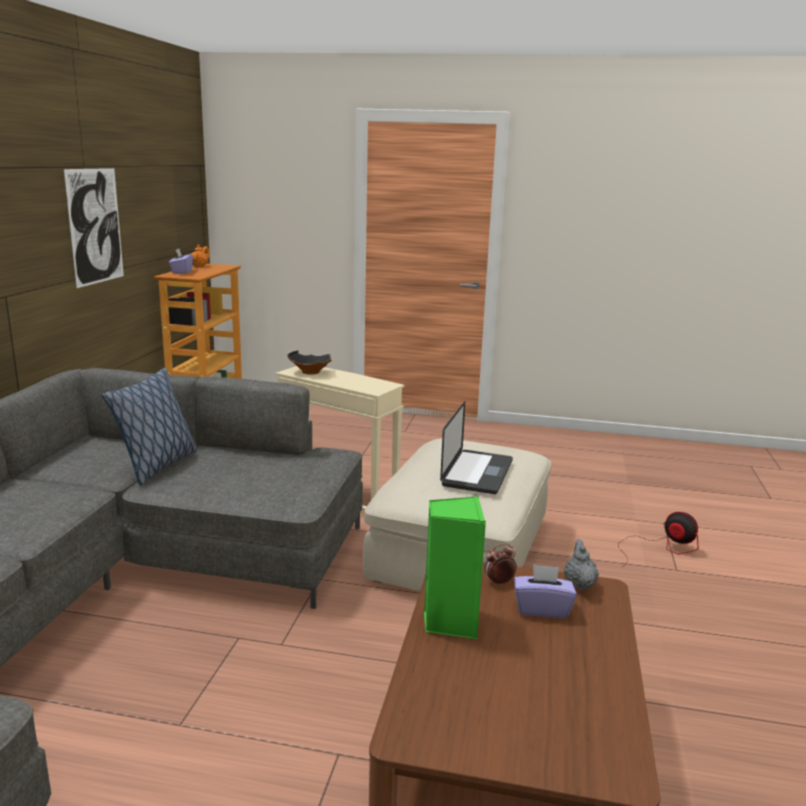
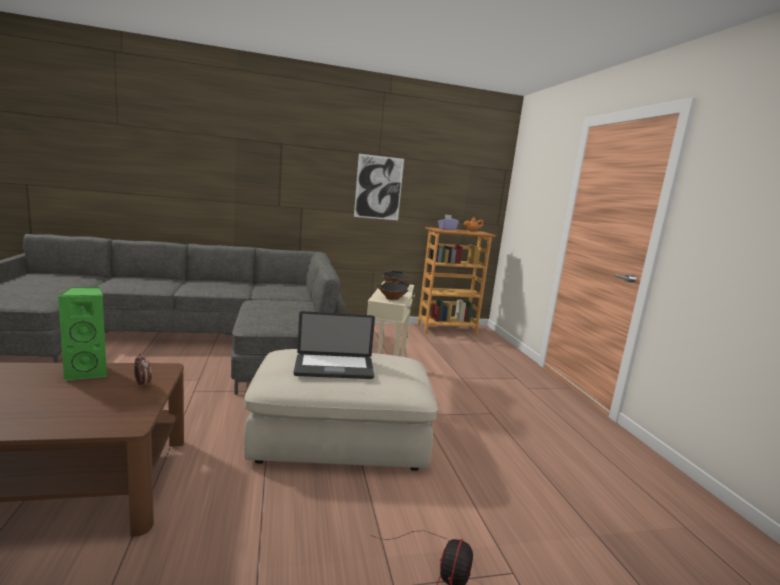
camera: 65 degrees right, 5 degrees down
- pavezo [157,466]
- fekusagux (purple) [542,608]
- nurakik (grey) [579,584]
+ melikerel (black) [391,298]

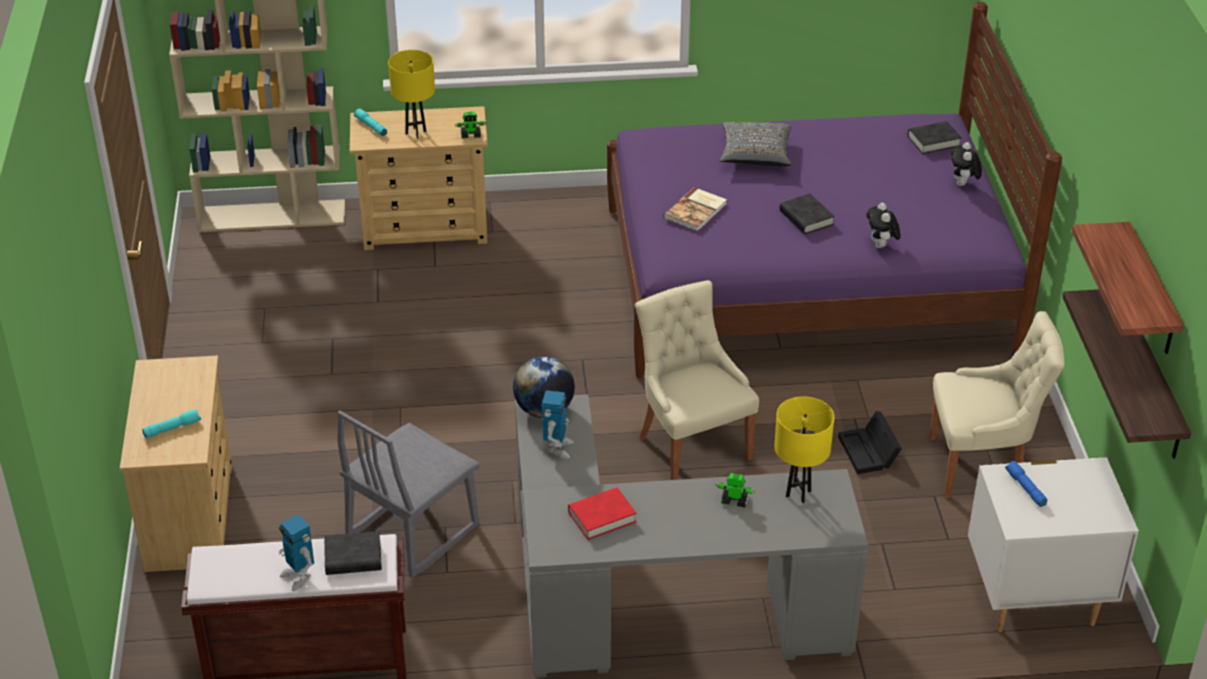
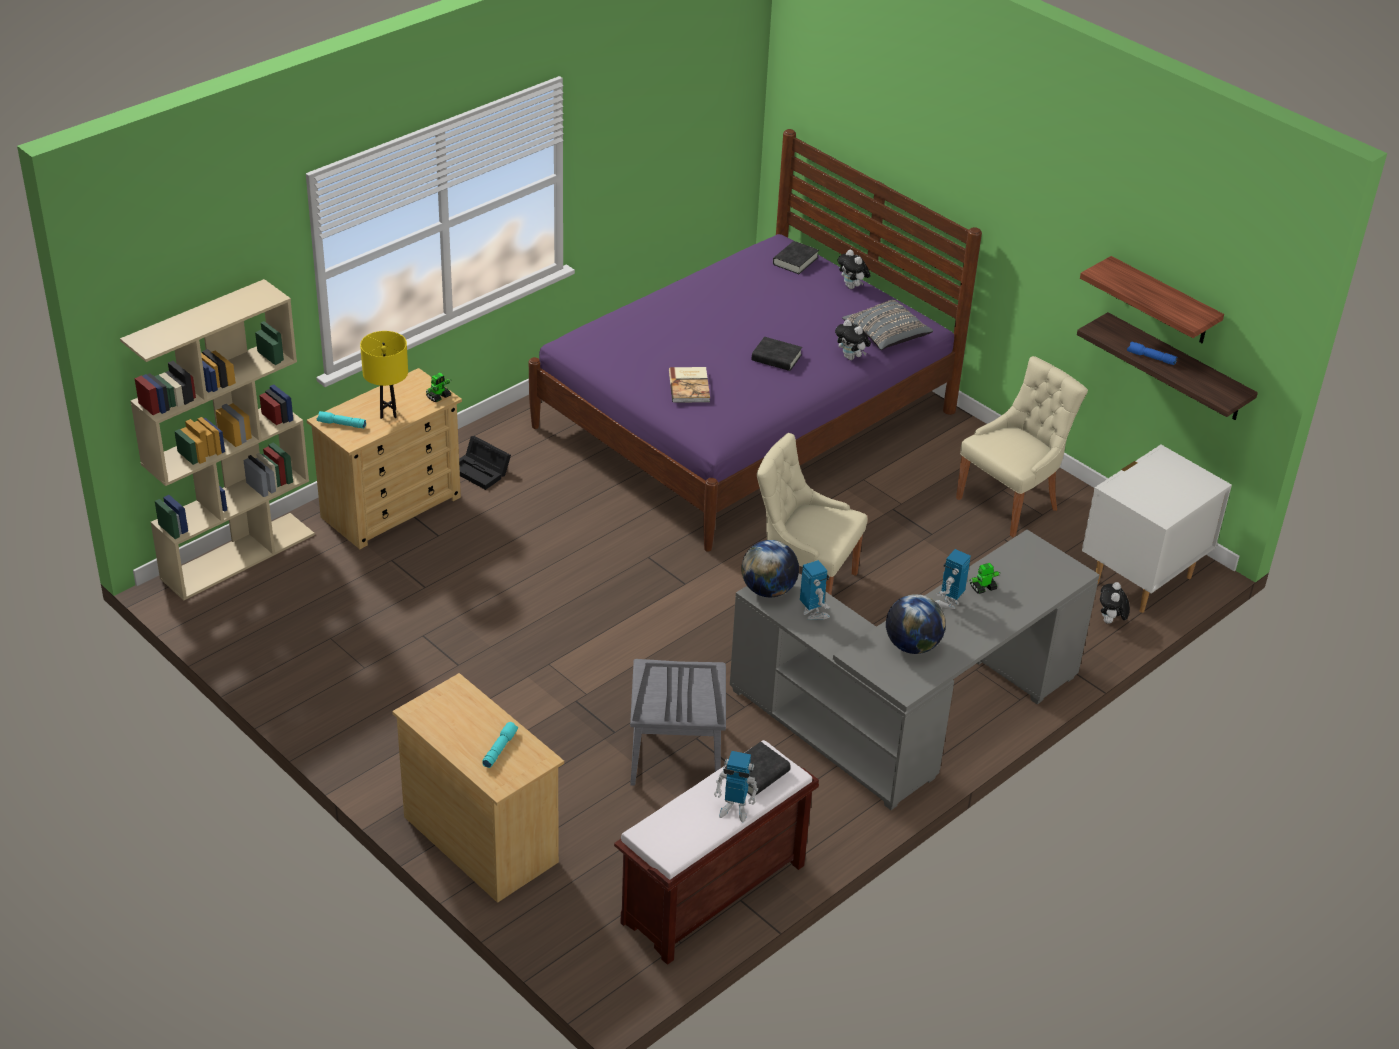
camera: 40 degrees left, 0 degrees up
~ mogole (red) [602,517] to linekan [912,645]
~ pavezo (grey) [755,155] to [886,336]
- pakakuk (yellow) [798,494]
~ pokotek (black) [869,453] to [481,471]
~ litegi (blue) [1025,488] to [1150,358]
+ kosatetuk [948,602]
+ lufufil [1110,622]

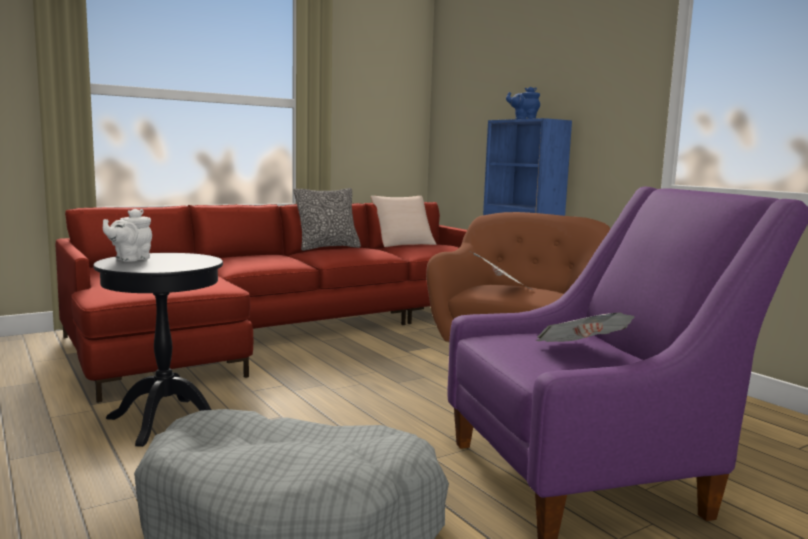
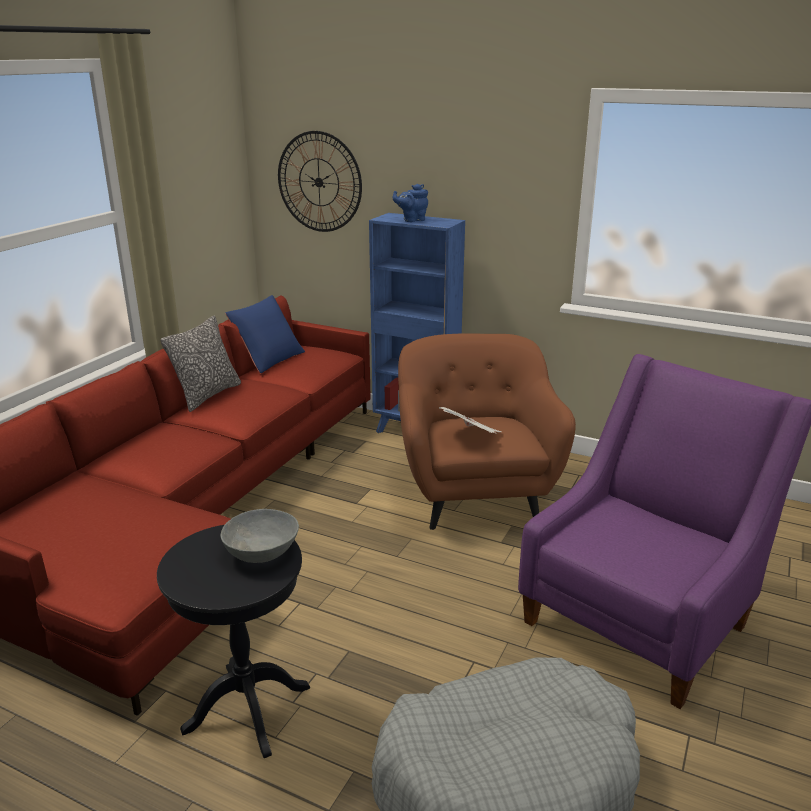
camera: 30 degrees left, 15 degrees up
- nurakik (white) [130,259]
~ pavezo (beige) [403,244] to pavezo (blue) [268,359]
- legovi [581,354]
+ melikerel (grey) [262,552]
+ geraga [319,182]

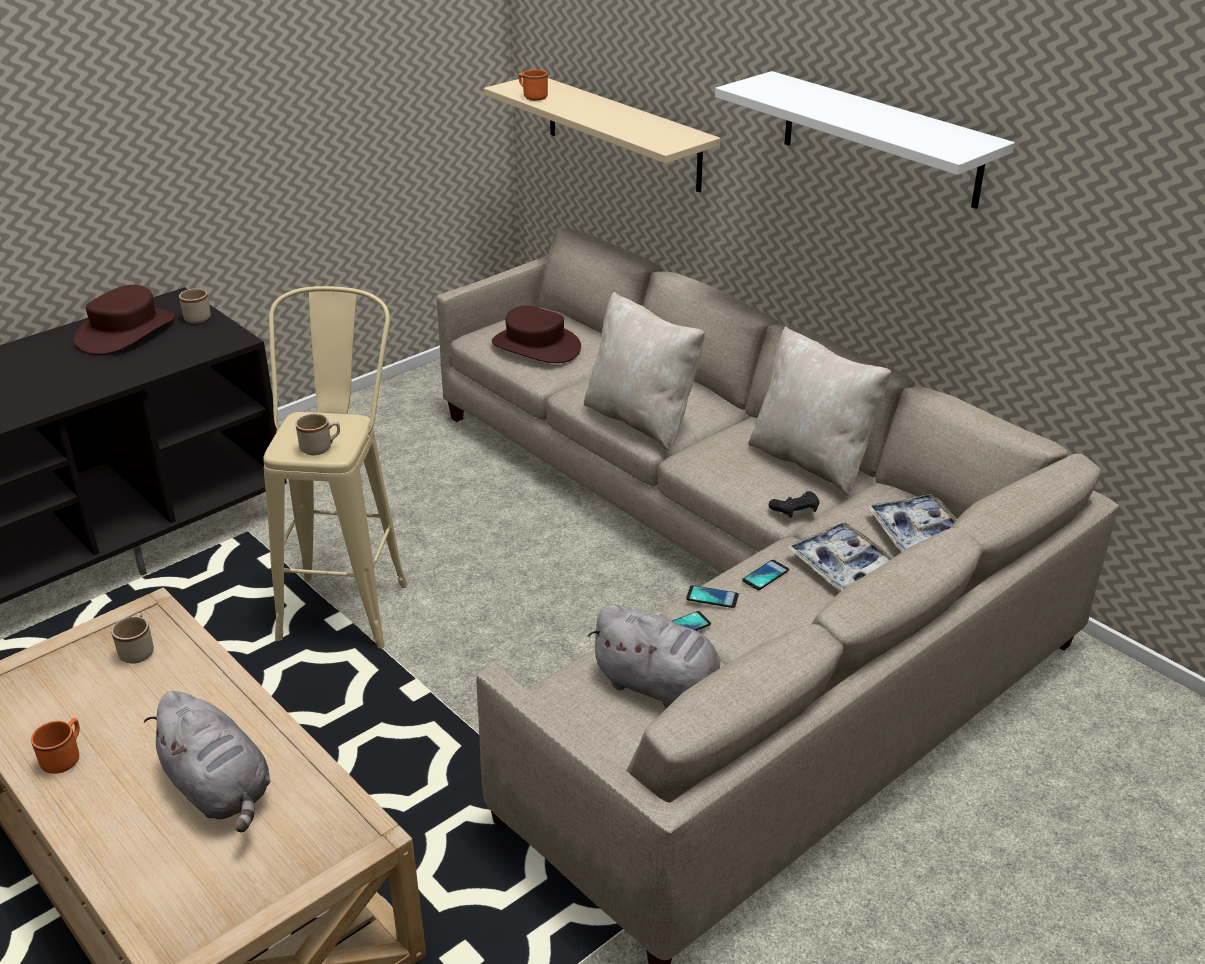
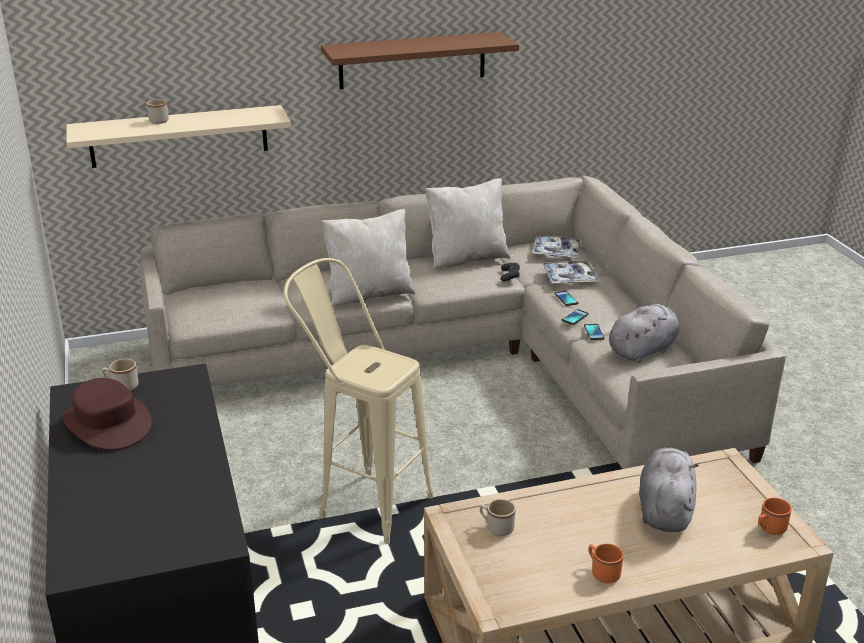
camera: 65 degrees left, 5 degrees down
~ lufufil (grey) [220,790] = [665,509] 60 degrees counterclockwise
~ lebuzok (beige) [320,448] to [160,120]
- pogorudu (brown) [535,346]
~ lebuzok (orange) [532,97] to [769,529]
~ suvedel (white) [880,139] to suvedel (brown) [412,60]

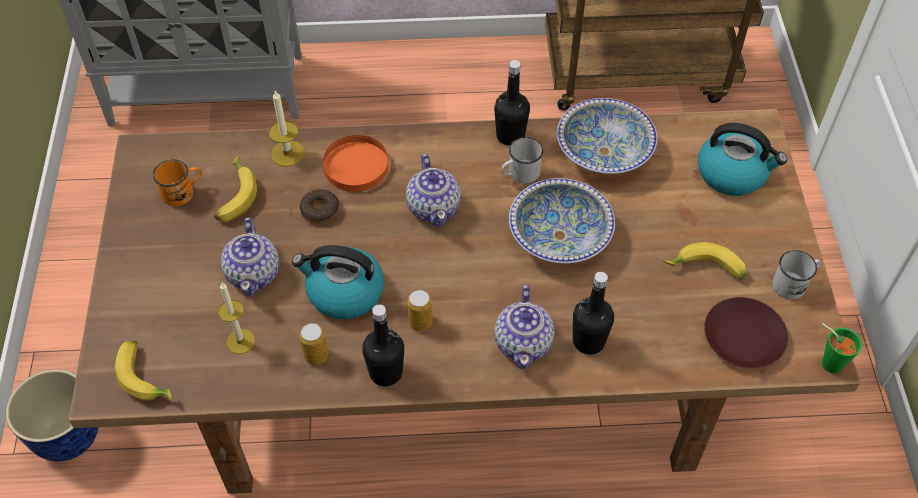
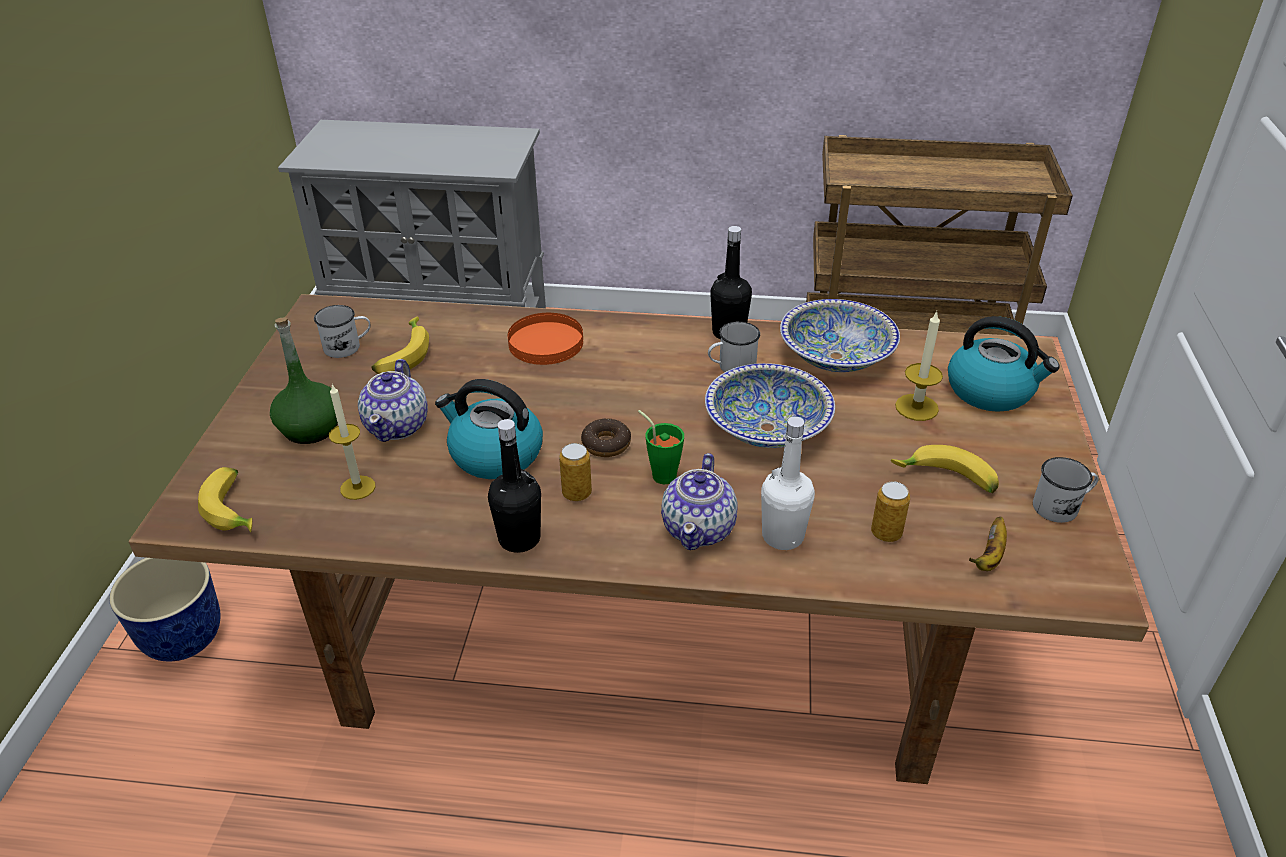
camera: 10 degrees right, 15 degrees down
~ lebuzok (orange) [183,192] to lebuzok (white) [348,347]
~ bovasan [287,153] to [916,407]
~ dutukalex [316,355] to [886,533]
~ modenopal [320,210] to [606,444]
- nurakik [434,207]
~ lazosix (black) [588,341] to lazosix (white) [782,536]
~ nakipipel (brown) [744,338] to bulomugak [989,556]
~ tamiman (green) [827,361] to [660,473]
+ lazosix (green) [310,428]

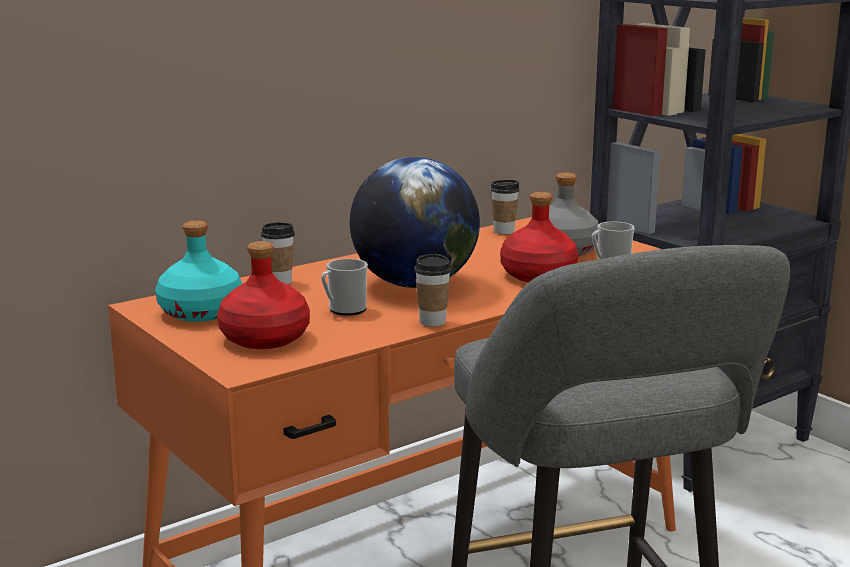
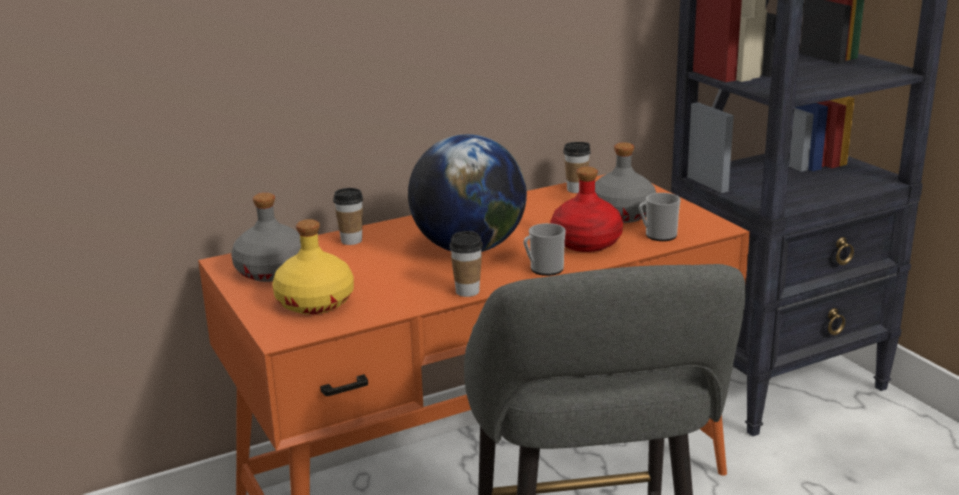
camera: 10 degrees right, 5 degrees up
~ lazosix (turquoise) [200,312] to lazosix (grey) [271,271]
~ lazosix (red) [265,338] to lazosix (yellow) [315,302]
~ lebuzok [344,310] to [543,269]

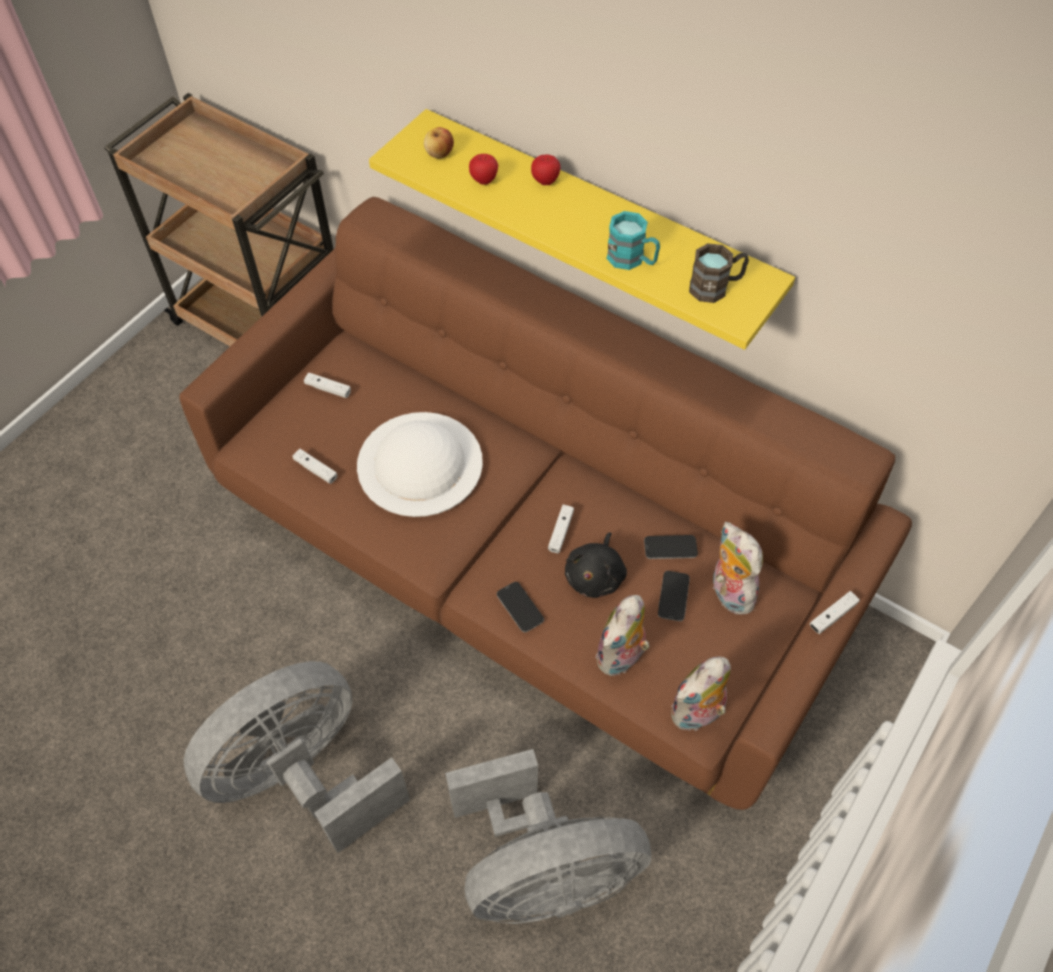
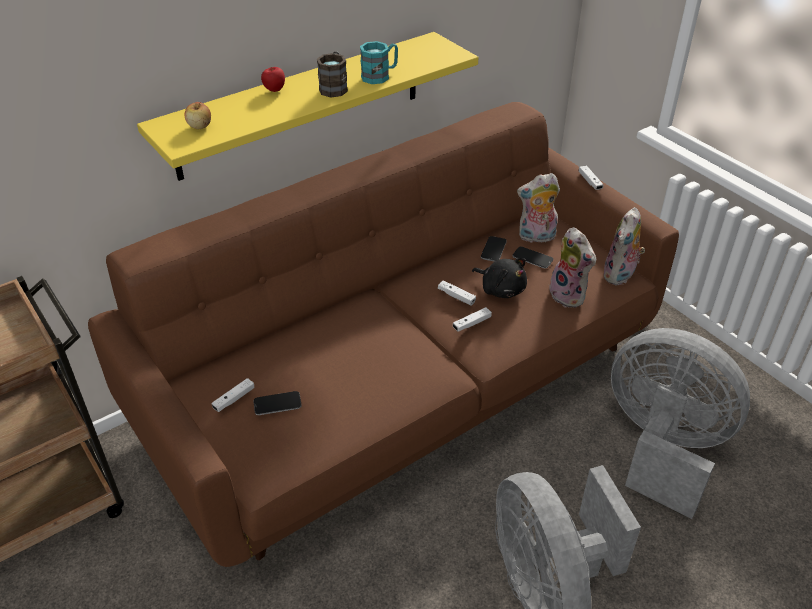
camera: 70 degrees left, 15 degrees down
~ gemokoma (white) [316,469] to [471,323]
- pogorudu (white) [419,463]
~ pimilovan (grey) [543,871] = [661,447] 60 degrees counterclockwise
- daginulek [484,181]
~ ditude [520,607] to [277,404]
~ lufufil [697,714] = [620,276] 45 degrees clockwise
~ lebuzok (brown) [716,287] to [334,87]

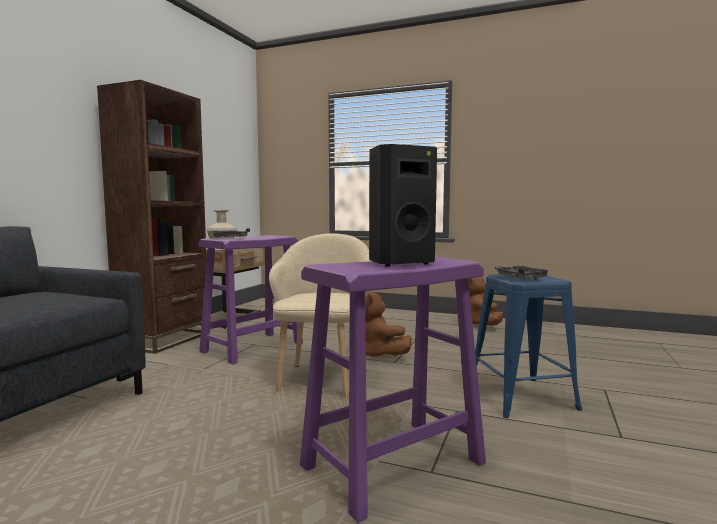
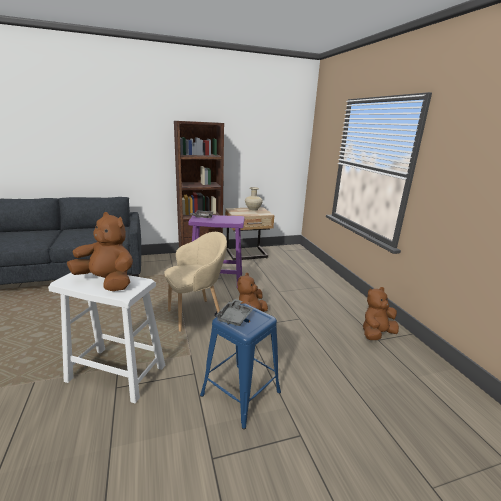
camera: 50 degrees right, 15 degrees up
~ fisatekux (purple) [394,464] to fisatekux (white) [117,373]
~ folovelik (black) [399,263] to lufufil (brown) [107,282]

